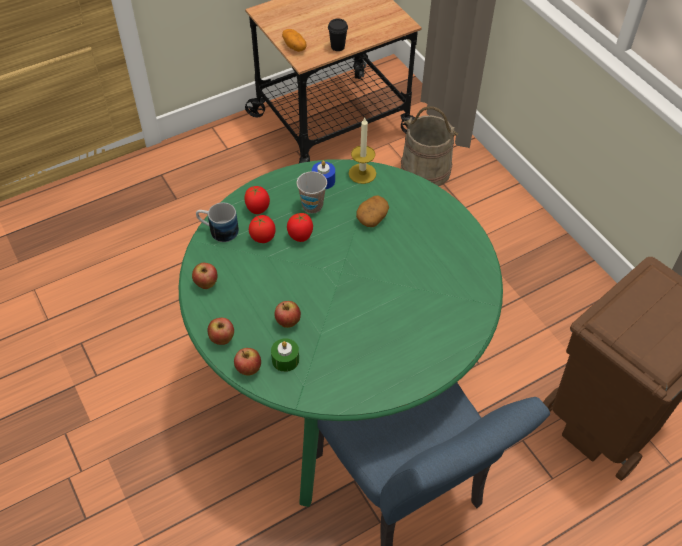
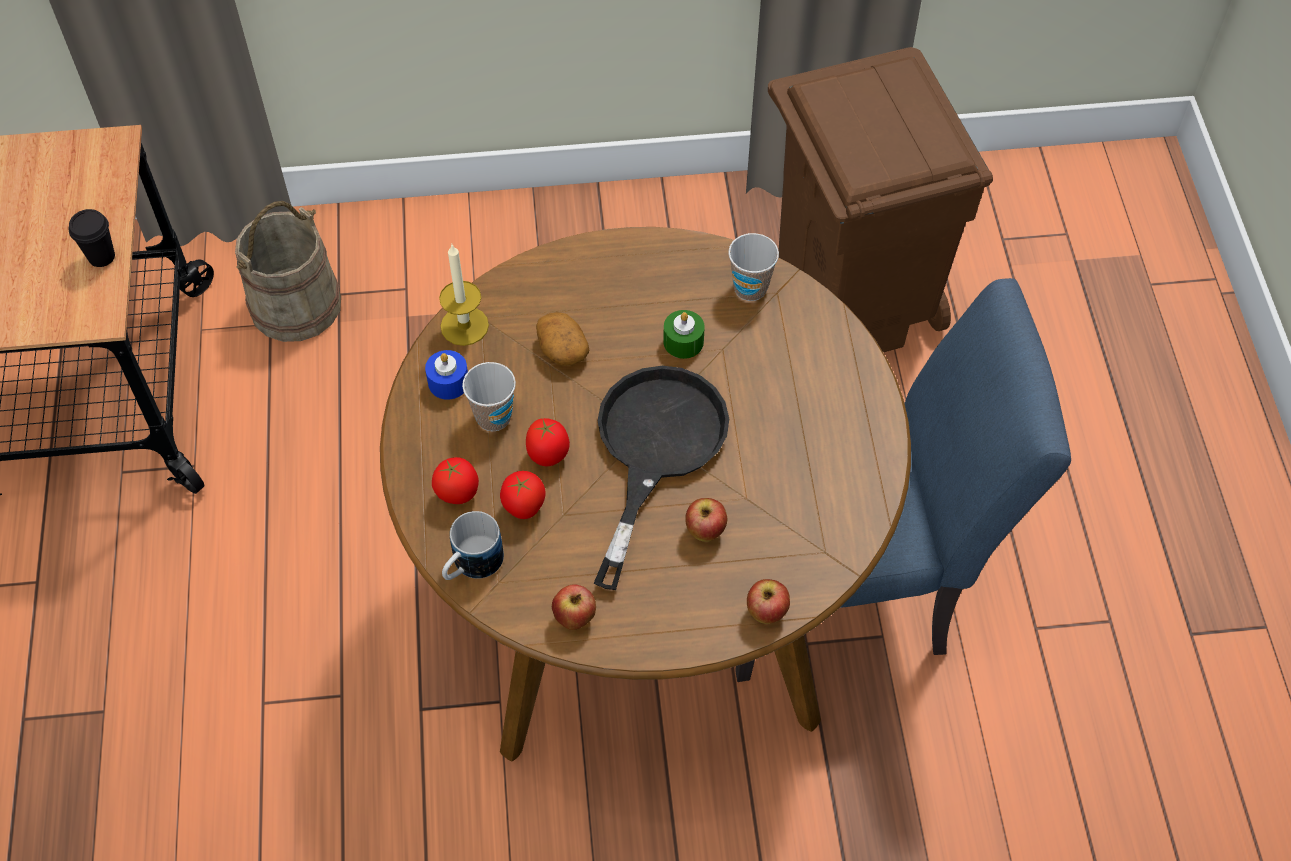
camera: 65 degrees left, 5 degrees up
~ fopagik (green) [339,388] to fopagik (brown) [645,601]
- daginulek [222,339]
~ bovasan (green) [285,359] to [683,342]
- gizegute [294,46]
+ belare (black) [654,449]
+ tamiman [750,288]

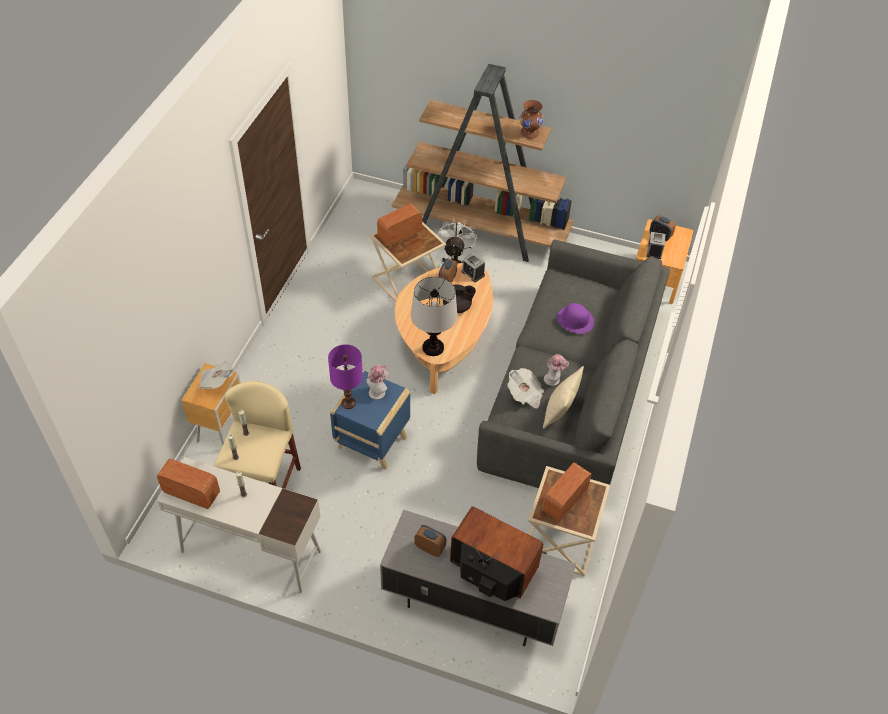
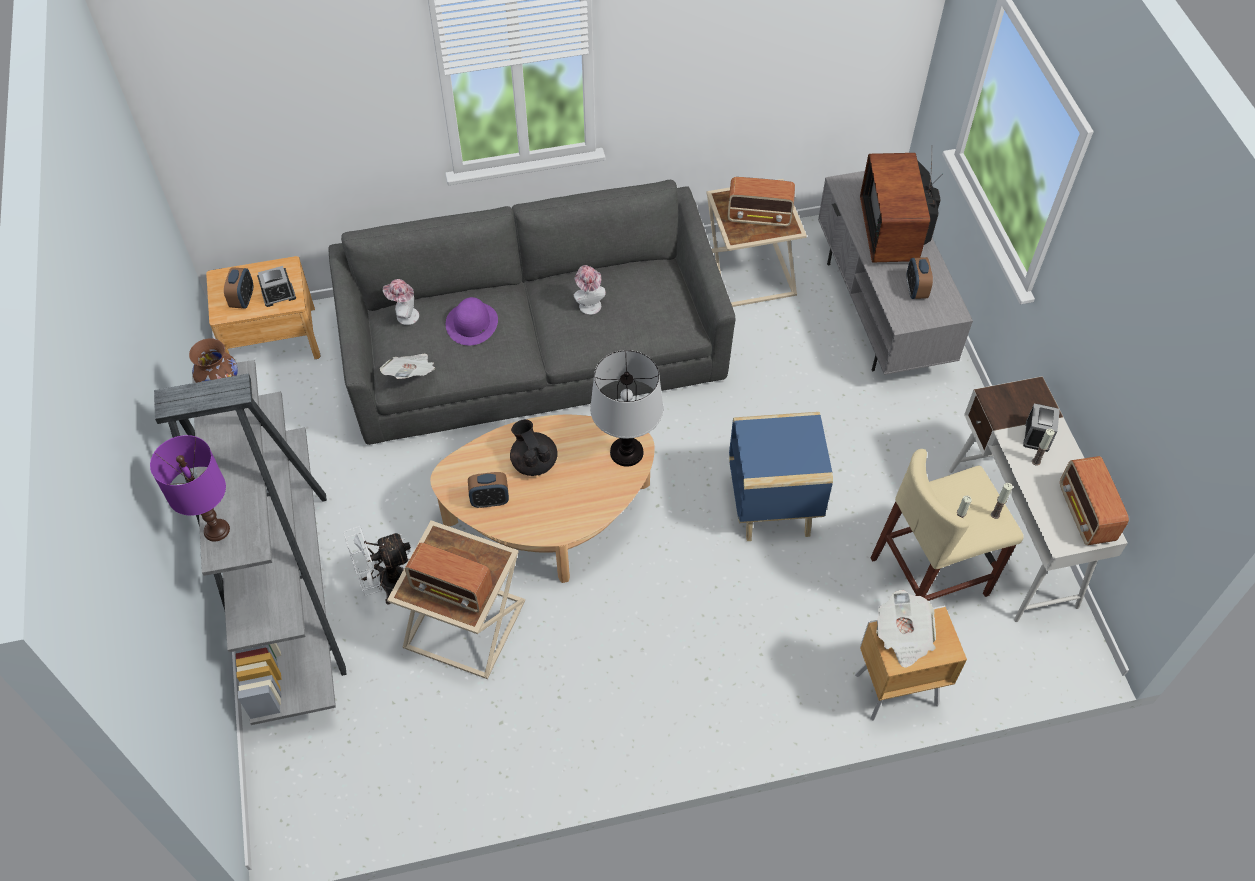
camera: 120 degrees left, 5 degrees up
~ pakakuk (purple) [348,403] to [216,529]
~ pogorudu [378,391] to [404,316]
~ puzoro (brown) [481,231] to puzoro (grey) [288,586]
~ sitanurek [473,273] to [1037,435]
~ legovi [525,395] to [411,374]
- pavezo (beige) [559,412]

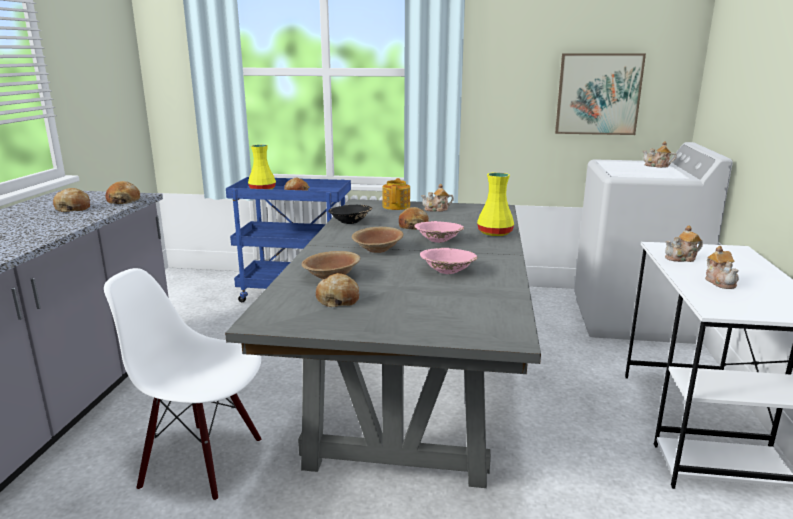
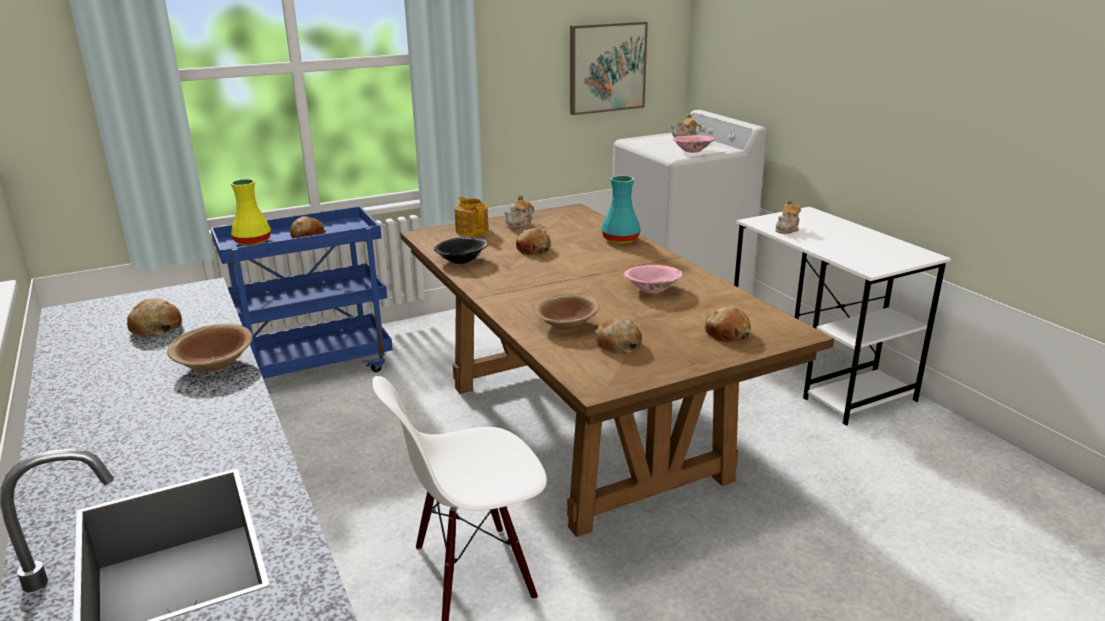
camera: 35 degrees left, 5 degrees up
~ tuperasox [123,200] to [727,334]
~ fopagik (grey) [411,394] to fopagik (brown) [583,431]
~ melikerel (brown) [377,249] to [214,364]
~ melikerel (pink) [438,240] to [692,151]
~ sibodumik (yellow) [495,233] to sibodumik (turquoise) [621,240]
- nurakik [720,282]

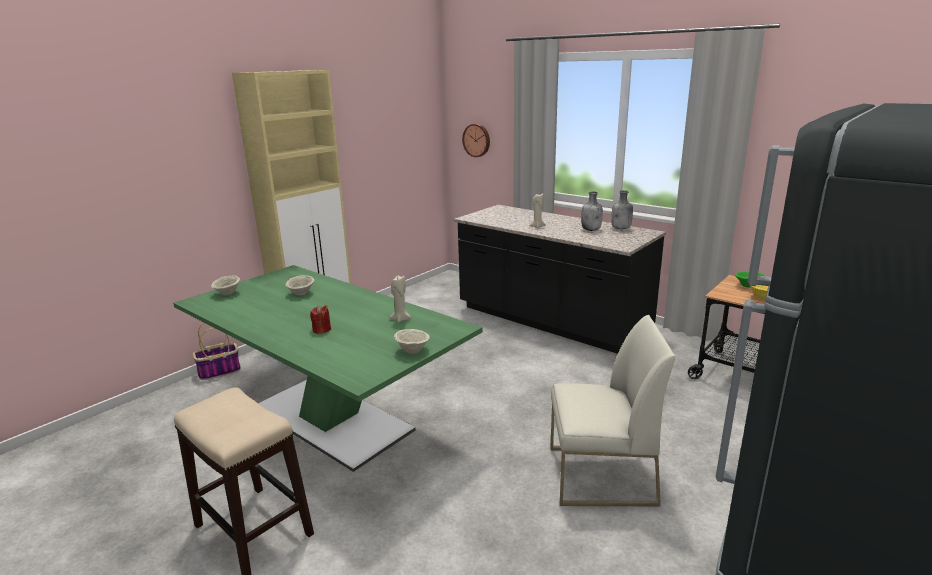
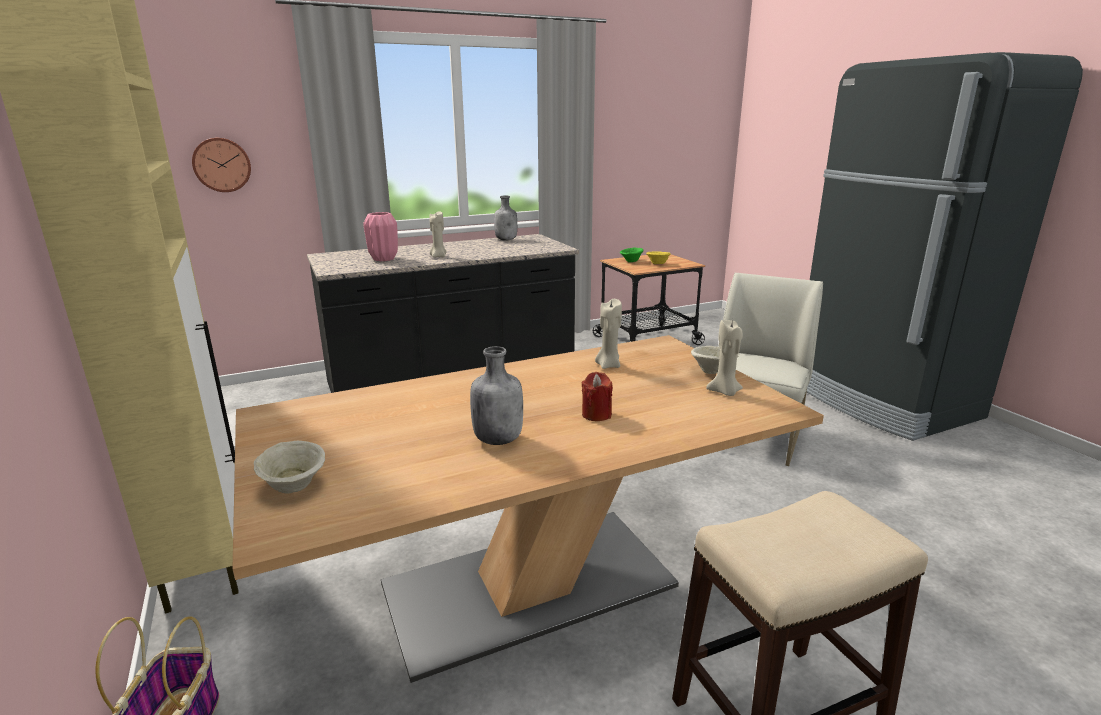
camera: 65 degrees left, 0 degrees up
~ fopagik (green) [331,420] to fopagik (beige) [529,587]
- melikerel (beige) [302,293]
~ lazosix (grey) [591,230] to [498,439]
+ sibodumik (pink) [384,259]
+ bovasan (beige) [725,392]

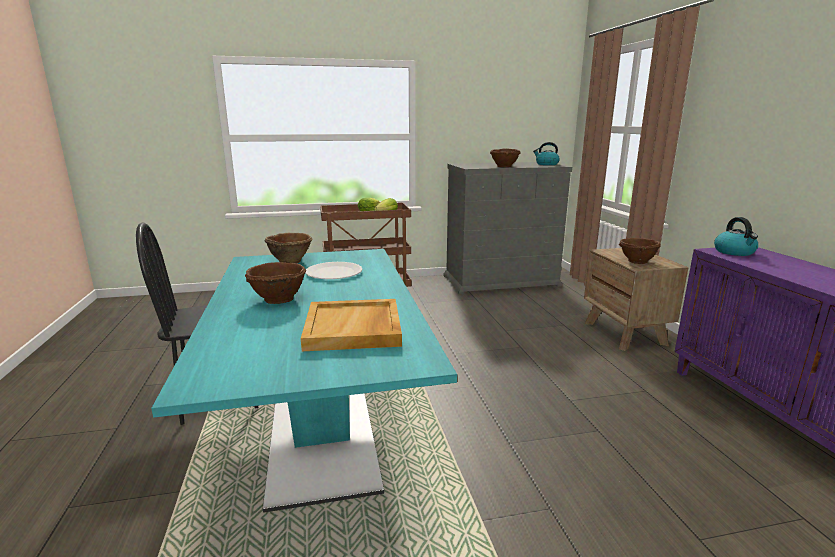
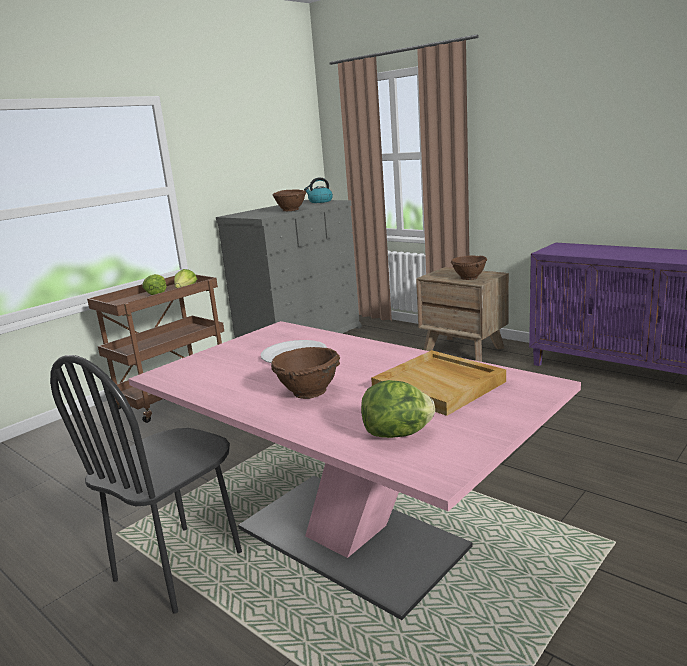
camera: 35 degrees left, 0 degrees up
~ fopagik (turquoise) [322,436] to fopagik (pink) [350,538]
- melikerel (brown) [290,261]
- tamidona [734,252]
+ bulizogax [398,434]

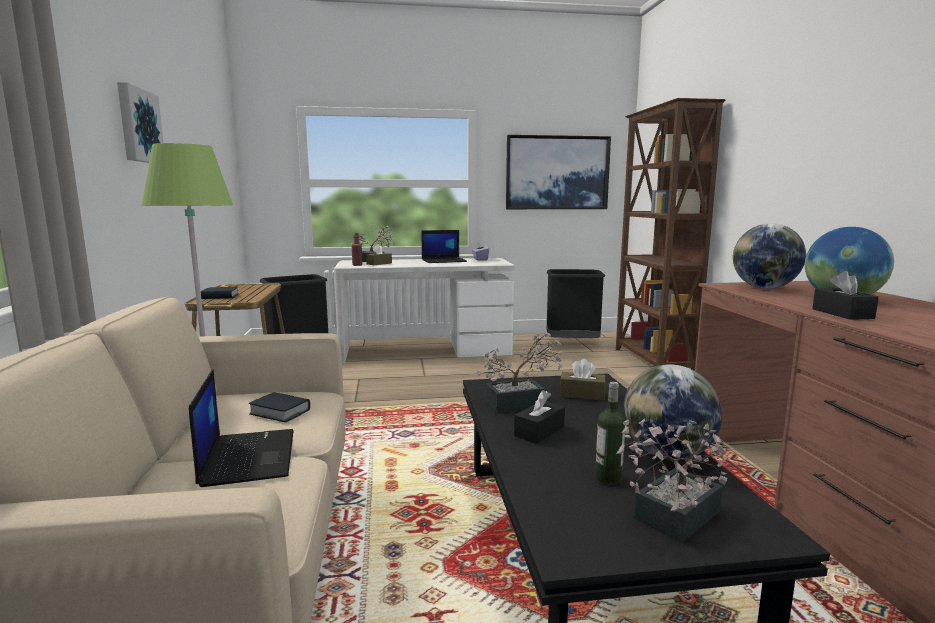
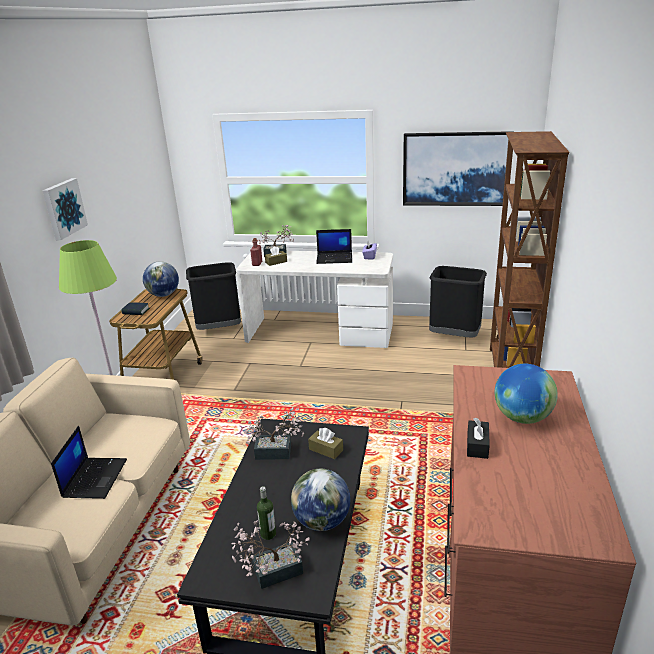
camera: 20 degrees right, 15 degrees up
- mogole [280,412]
- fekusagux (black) [539,431]
~ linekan [764,288] to [163,295]

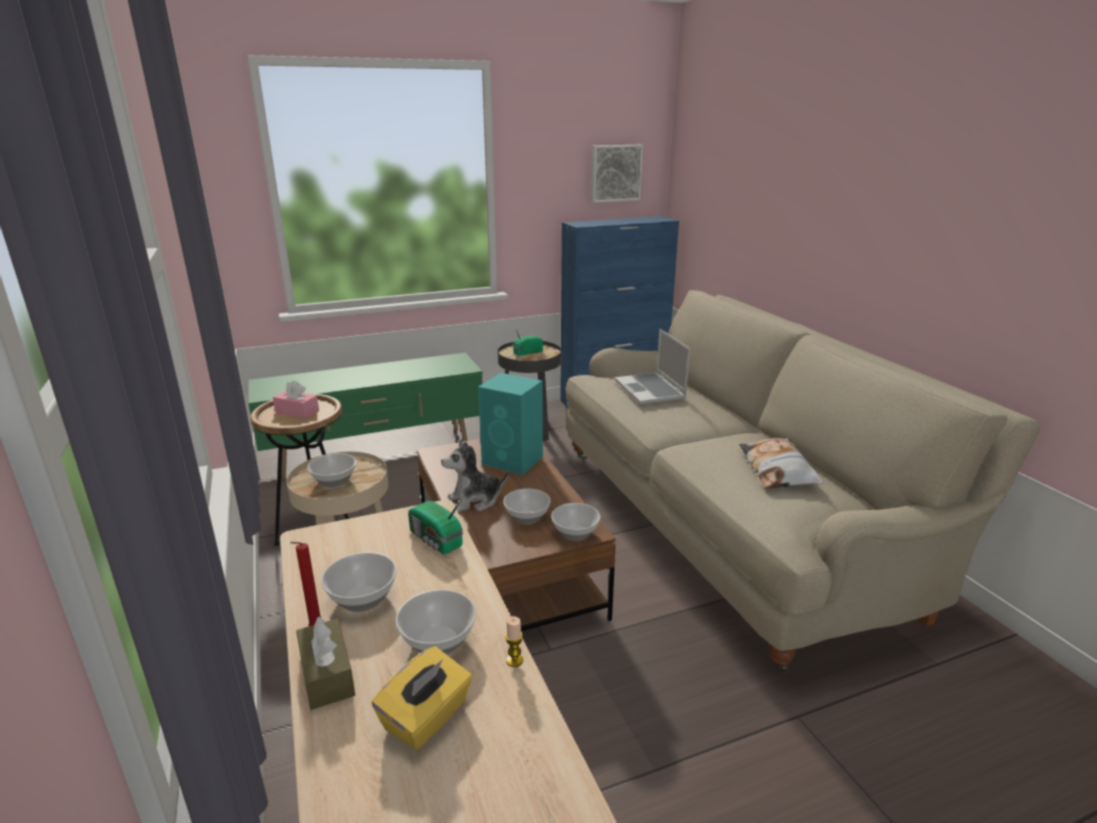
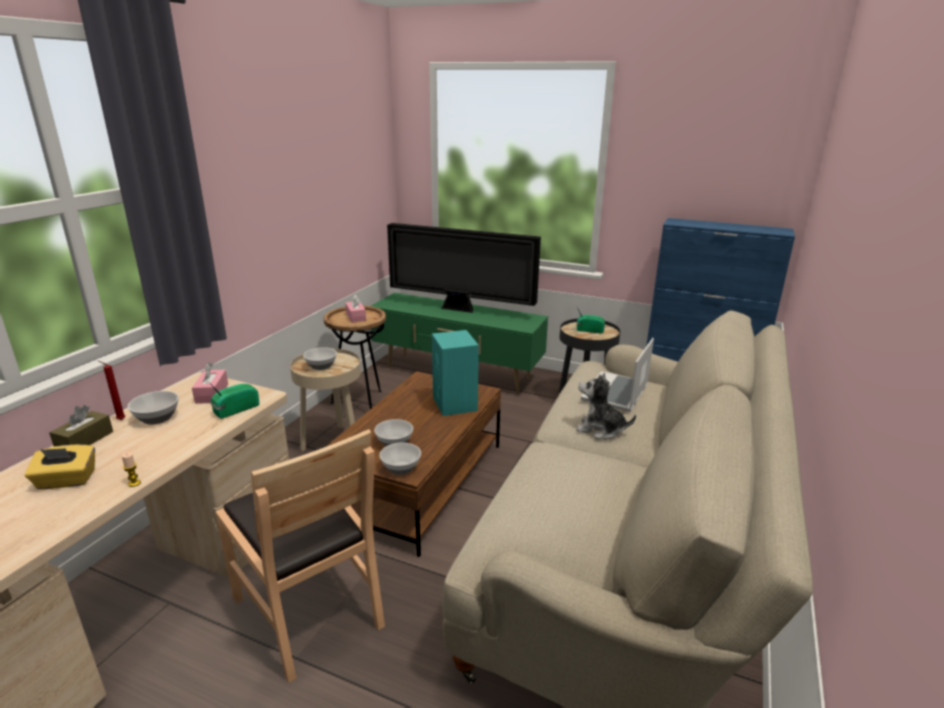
camera: 45 degrees right, 0 degrees up
- melikerel [436,641]
~ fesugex [435,540] = [235,409] 45 degrees clockwise
~ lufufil [474,500] to [600,430]
- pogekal [615,173]
- pavezo [778,470]
+ fekusagux (pink) [212,393]
+ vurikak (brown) [309,610]
+ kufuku [460,309]

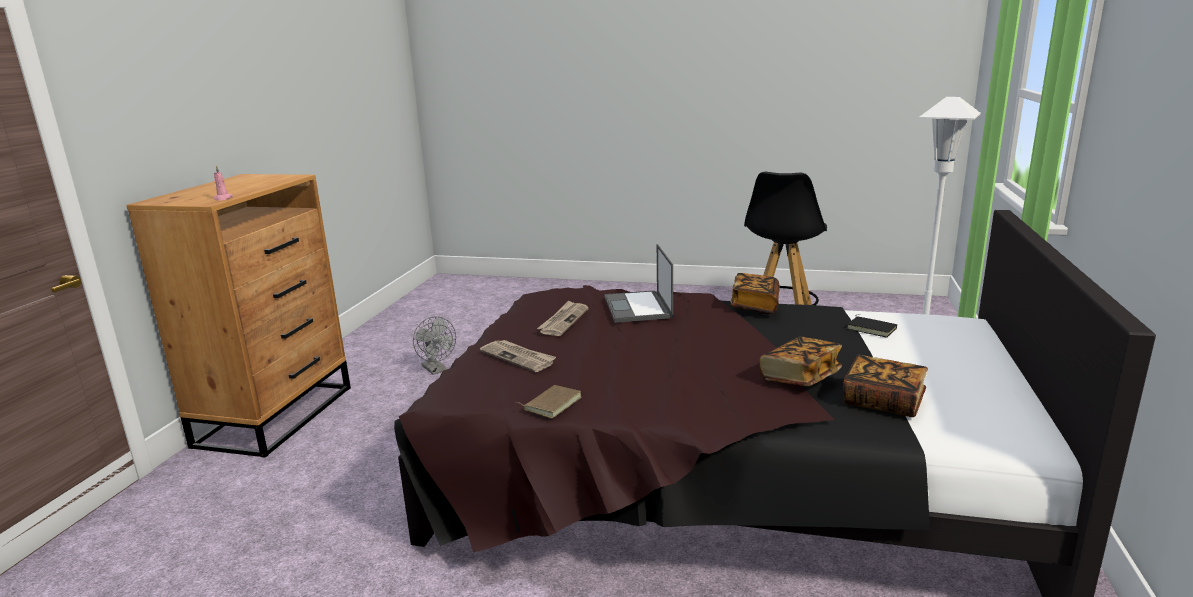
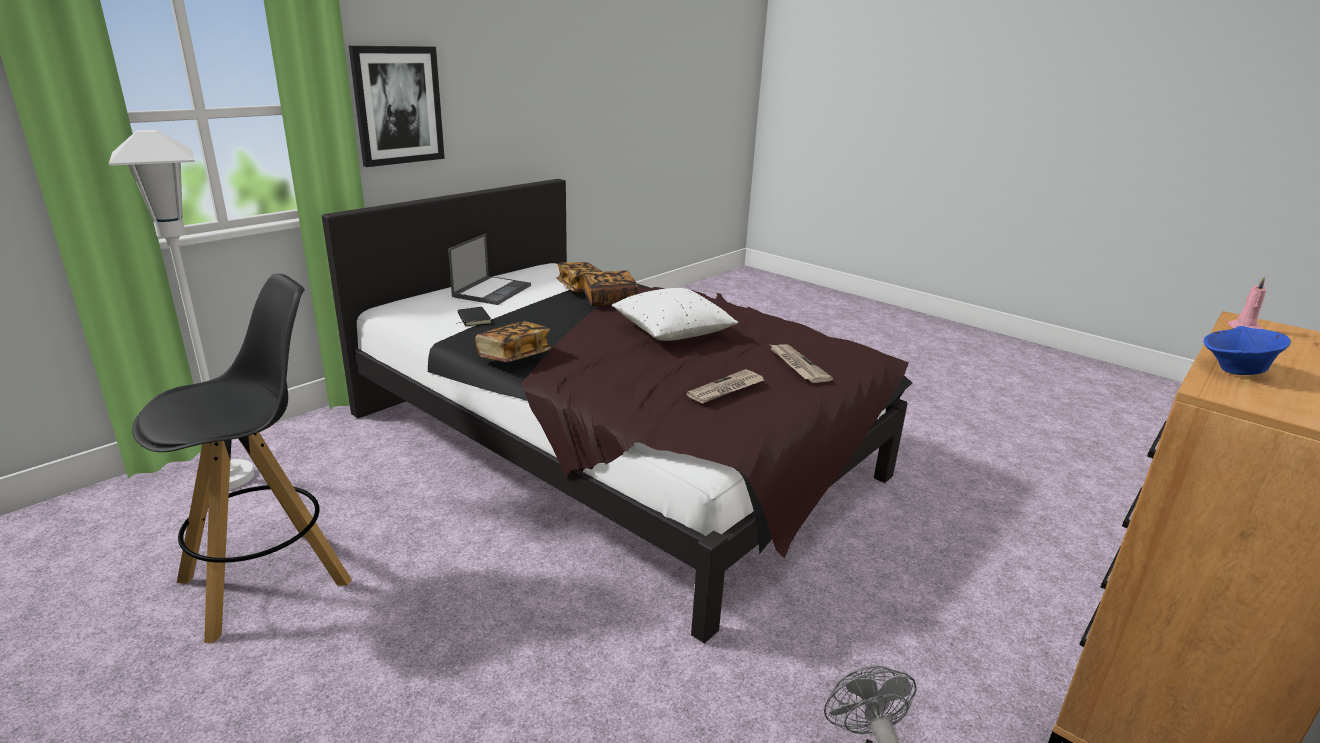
camera: 155 degrees left, 5 degrees up
- mogole (brown) [551,403]
~ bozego [638,307] to [492,291]
+ pogekal [398,105]
+ pavezo (white) [672,332]
+ melikerel (blue) [1235,371]

